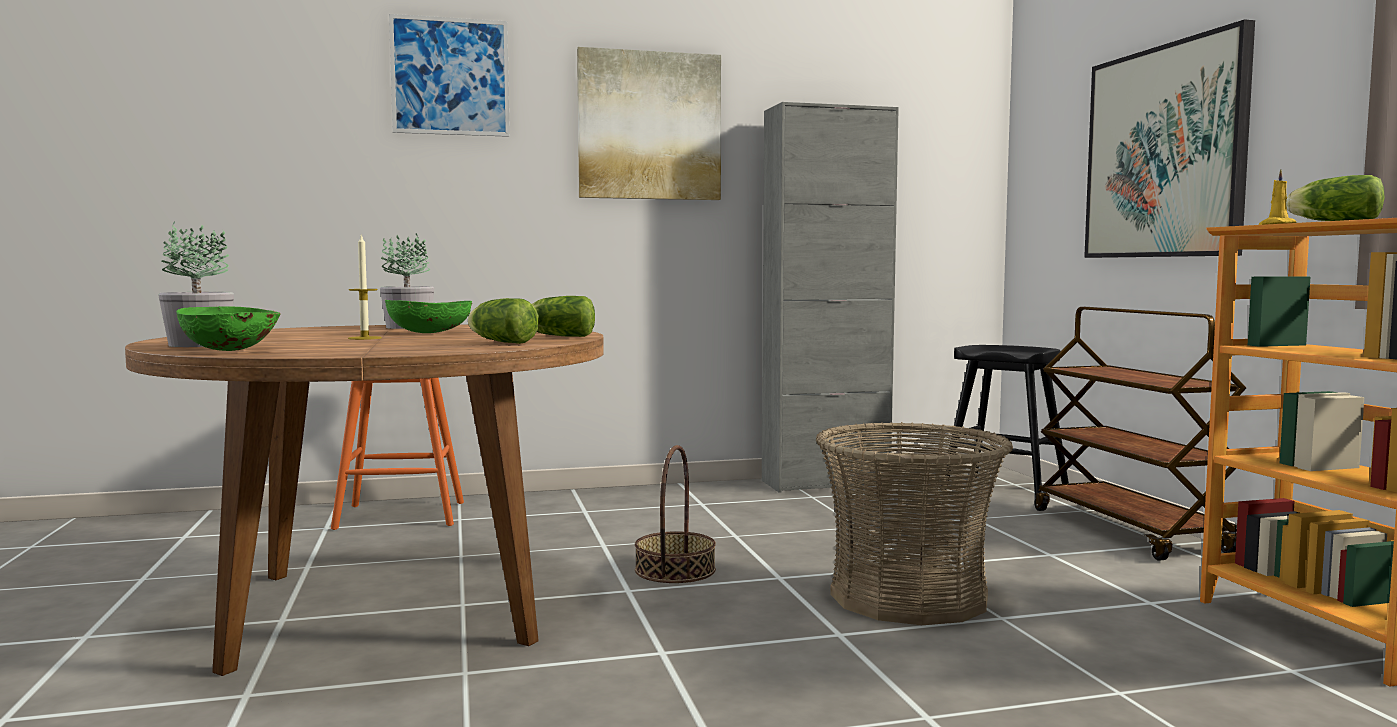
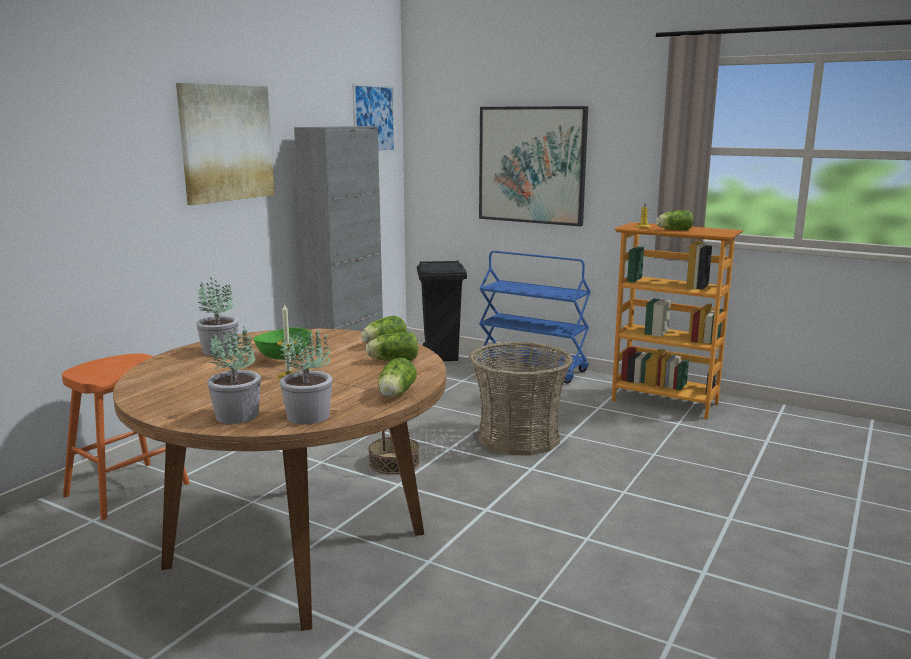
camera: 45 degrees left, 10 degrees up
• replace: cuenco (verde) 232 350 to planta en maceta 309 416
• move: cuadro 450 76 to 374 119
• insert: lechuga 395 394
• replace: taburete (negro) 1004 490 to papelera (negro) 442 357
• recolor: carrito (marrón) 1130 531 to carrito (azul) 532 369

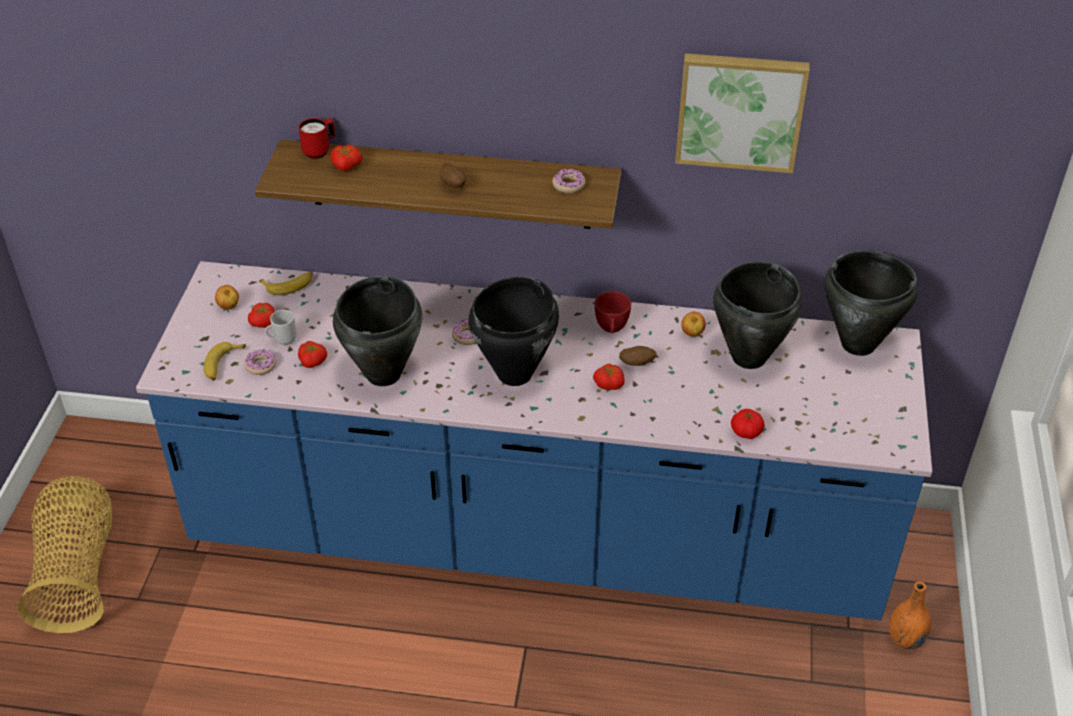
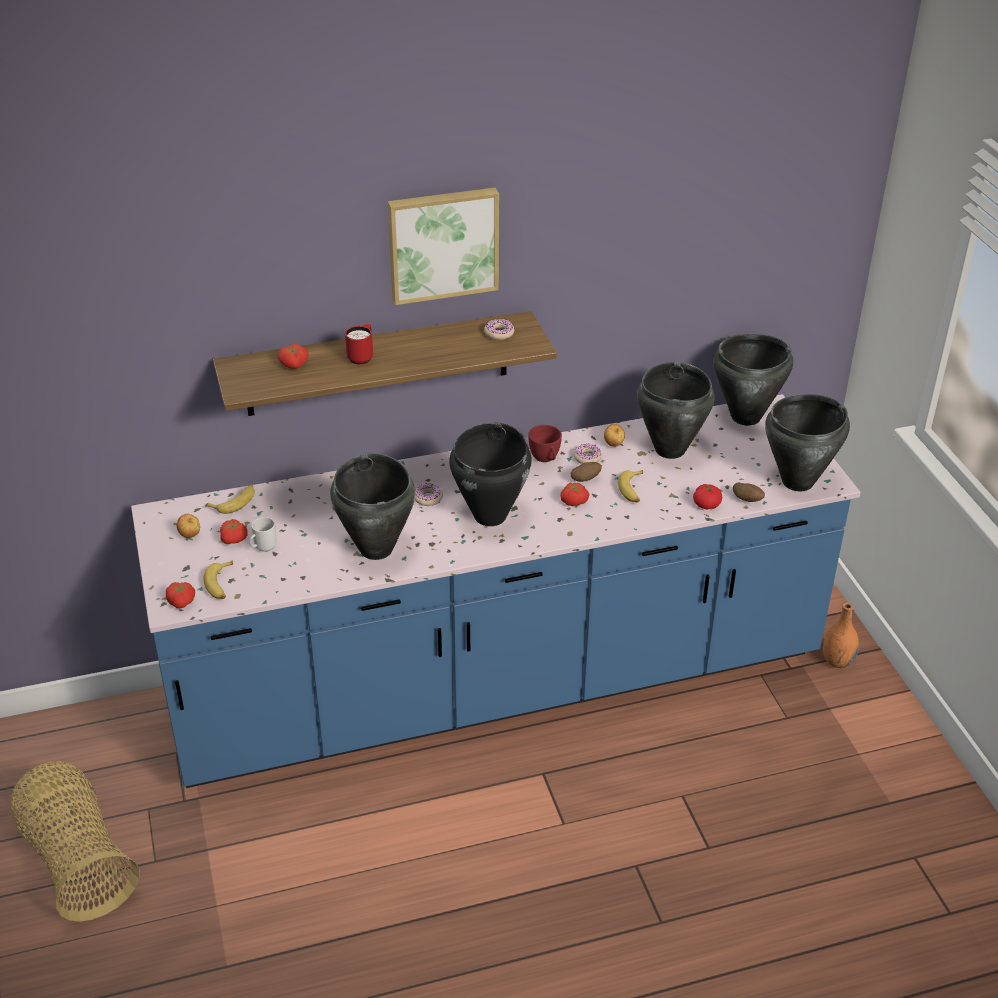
camera: 25 degrees left, 5 degrees down
• move: tomate 313 361 to 182 601
• move: taza grande (rojo) 320 150 to 362 356
• move: cuadro 740 110 to 443 243
• move: rosquilla 261 365 to 587 457
• insert: plátano 633 490
• move: patata 453 185 to 747 500
• insert: olla (negro) 798 482

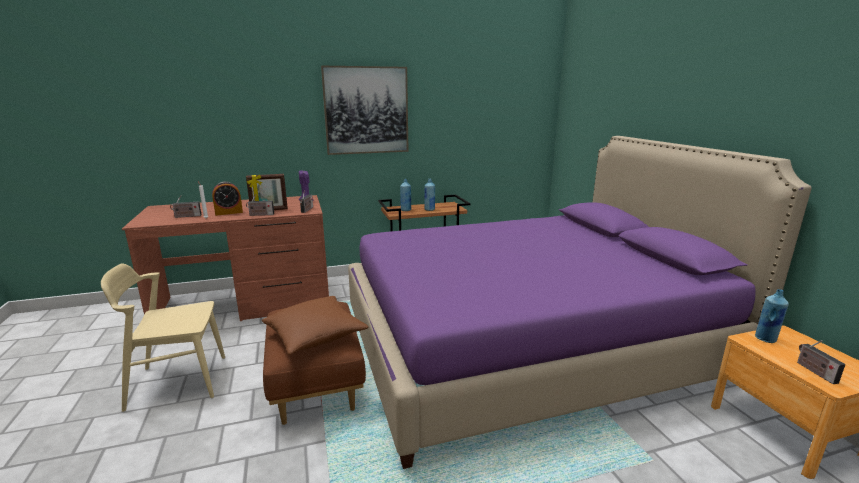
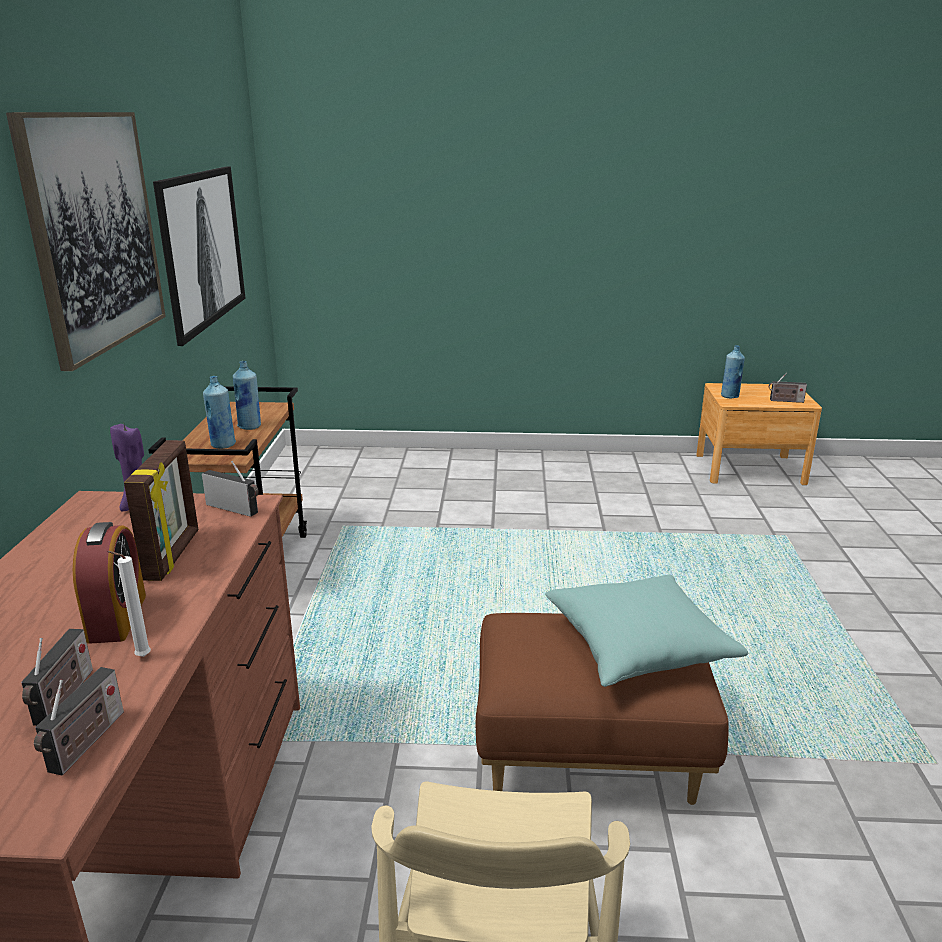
camera: 70 degrees left, 5 degrees up
• move: radio 260 215 to 85 744
• insert: cuadro 201 248
• recolor: cojín (marrón) 315 336 to cojín (turquesa) 638 646
• delete: cama (morado) 527 346

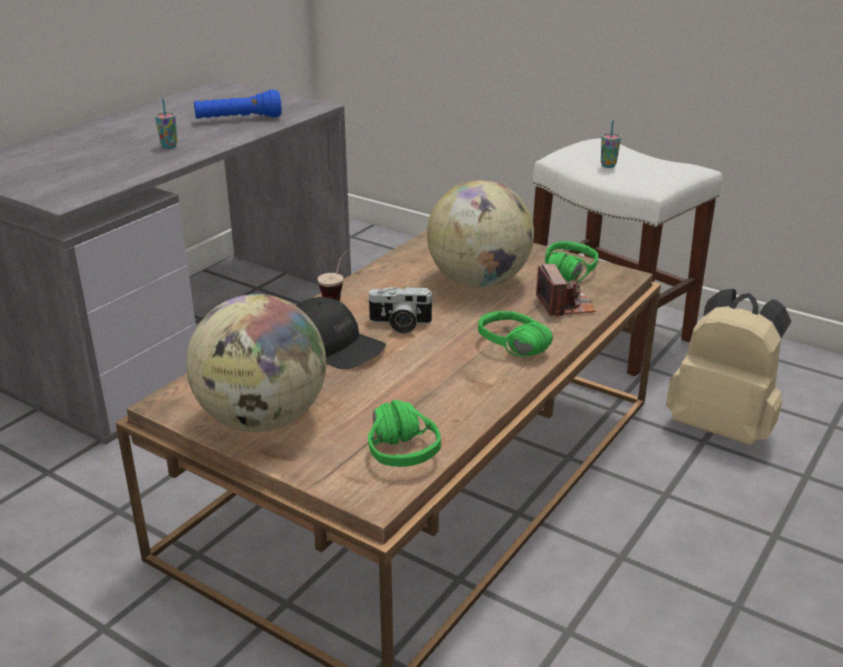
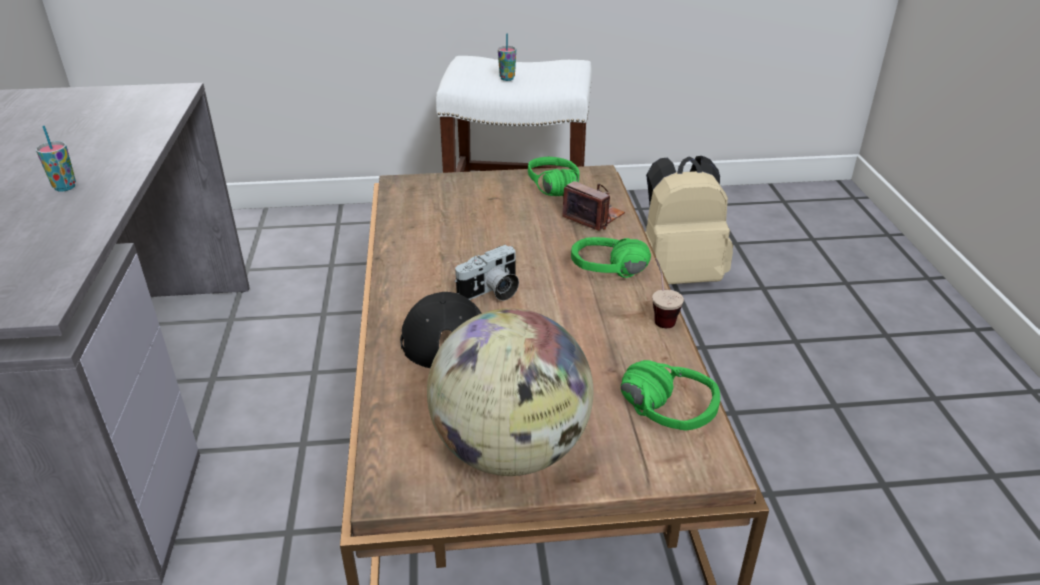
camera: 40 degrees left, 5 degrees up
• move: taza 337 296 to 660 315
• delete: linterna (azul) 238 119
• delete: globo terráqueo 479 282

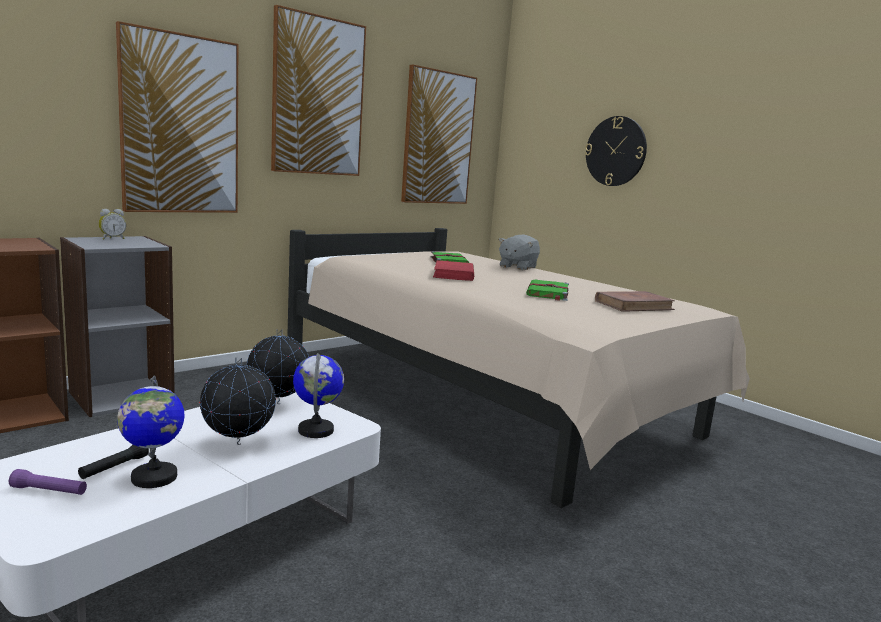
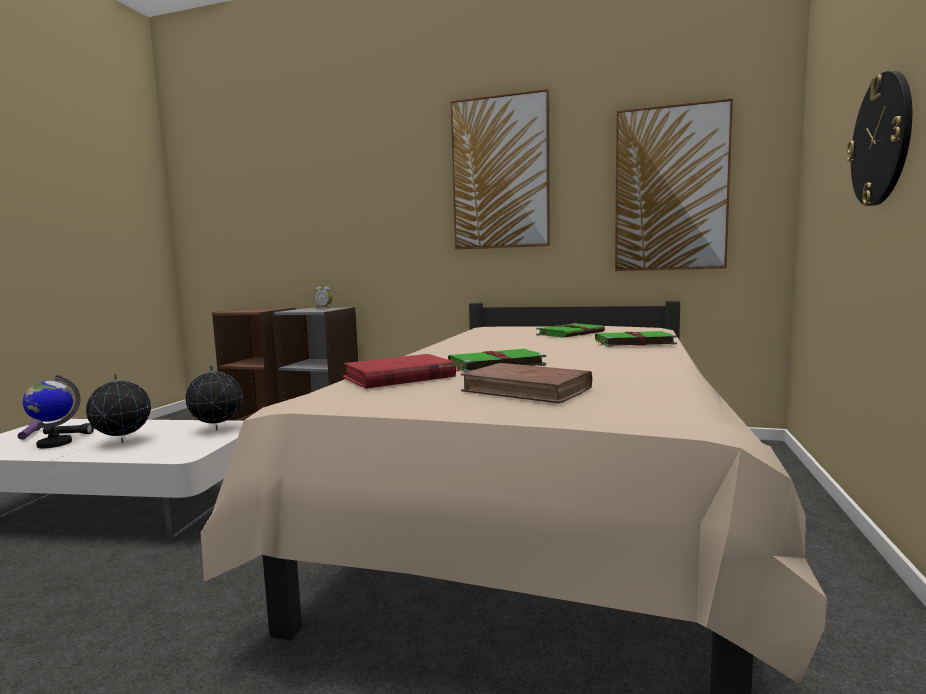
camera: 60 degrees right, 5 degrees down
• move: libro (rojo) 453 274 to 398 377
• replace: peluche (gris) 517 267 to libro (verde) 633 342
• delete: cuadro 180 125
• delete: globo terráqueo 316 430

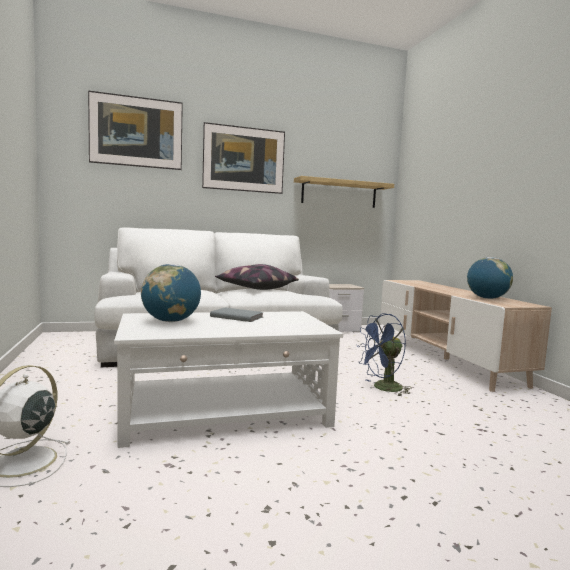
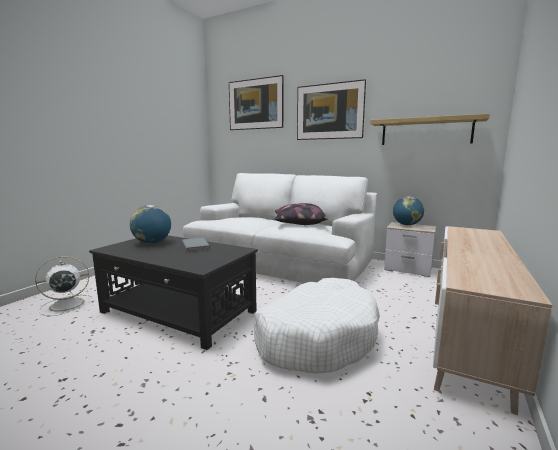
camera: 45 degrees right, 5 degrees up
• recolor: mesa de centro (blanco) 225 412 to mesa de centro (negro) 178 312
• replace: ventilador (azul) 383 388 to cama para perro (blanco) 316 336
• move: globo terráqueo 487 298 to 407 225

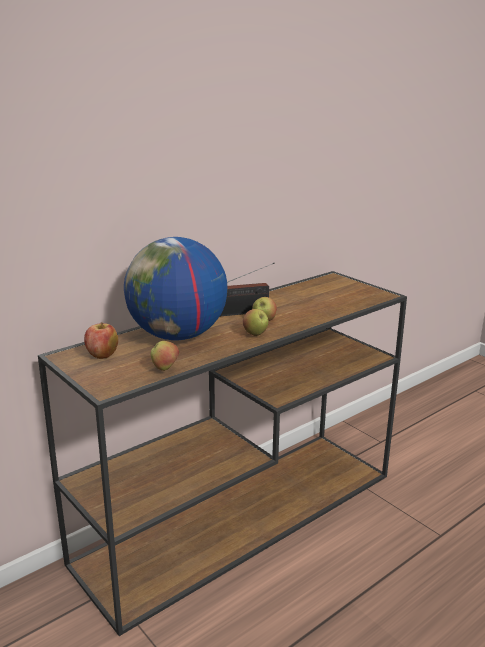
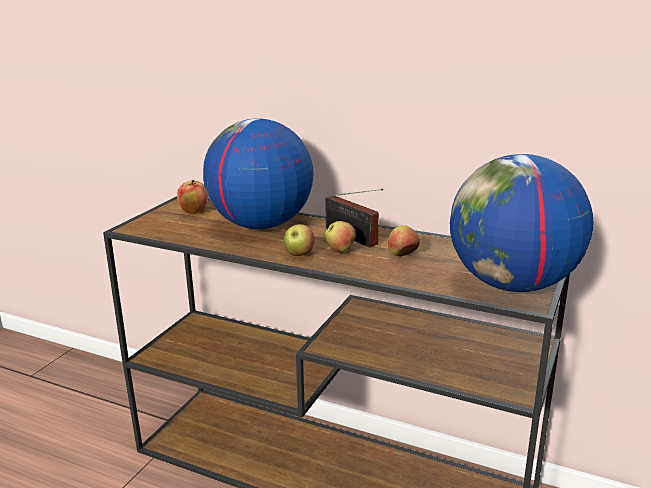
camera: 65 degrees right, 0 degrees up
• move: manzana 165 369 to 402 256
• insert: globo terráqueo 512 285

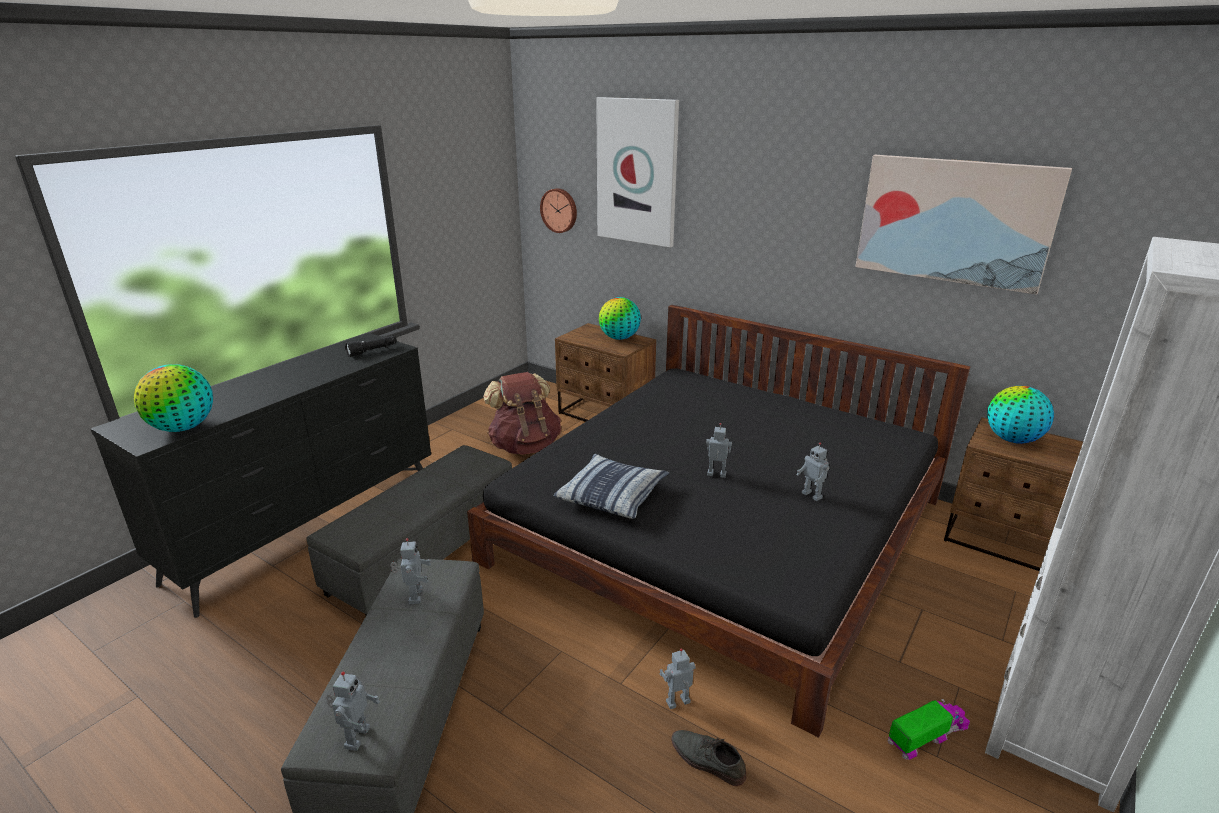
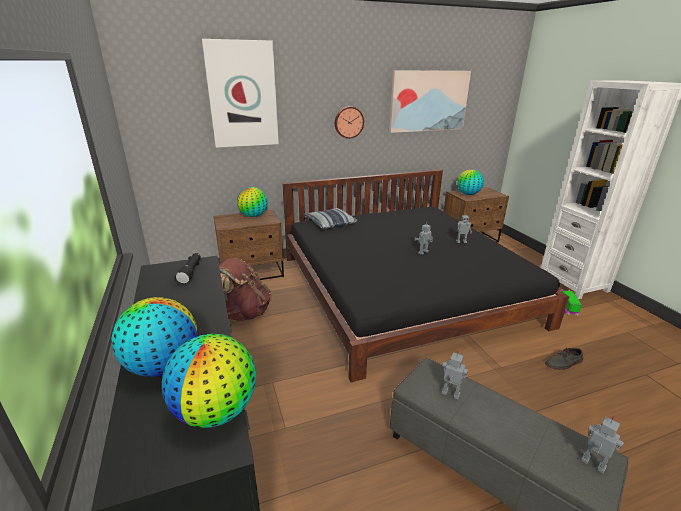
camera: 55 degrees left, 0 degrees up
• insert: globo terráqueo 163 366
• move: cojín 612 495 to 330 223
• move: reloj de pared 559 210 to 348 122
• delete: puf (gris) 424 552
• delete: robot de juguete 678 703

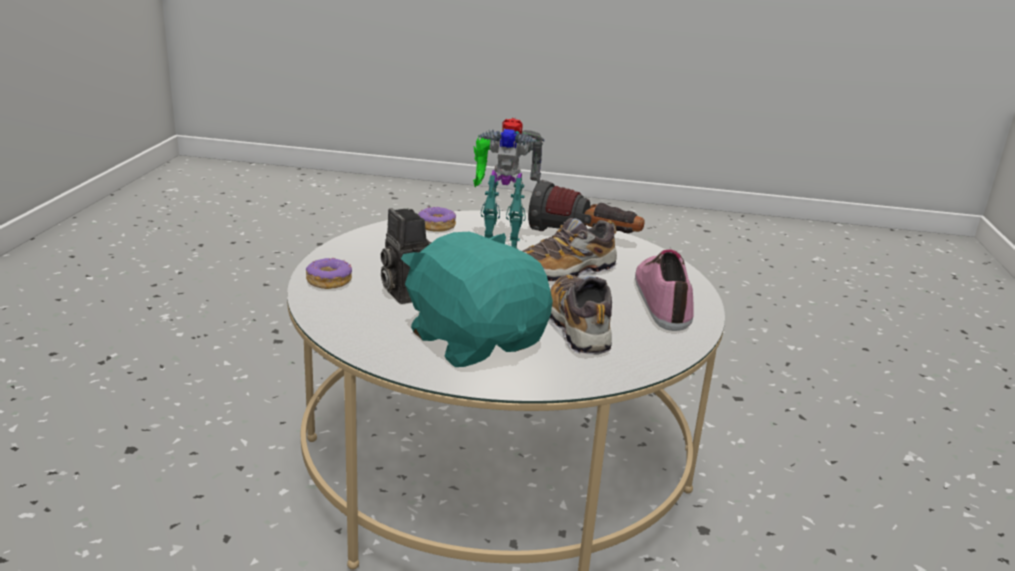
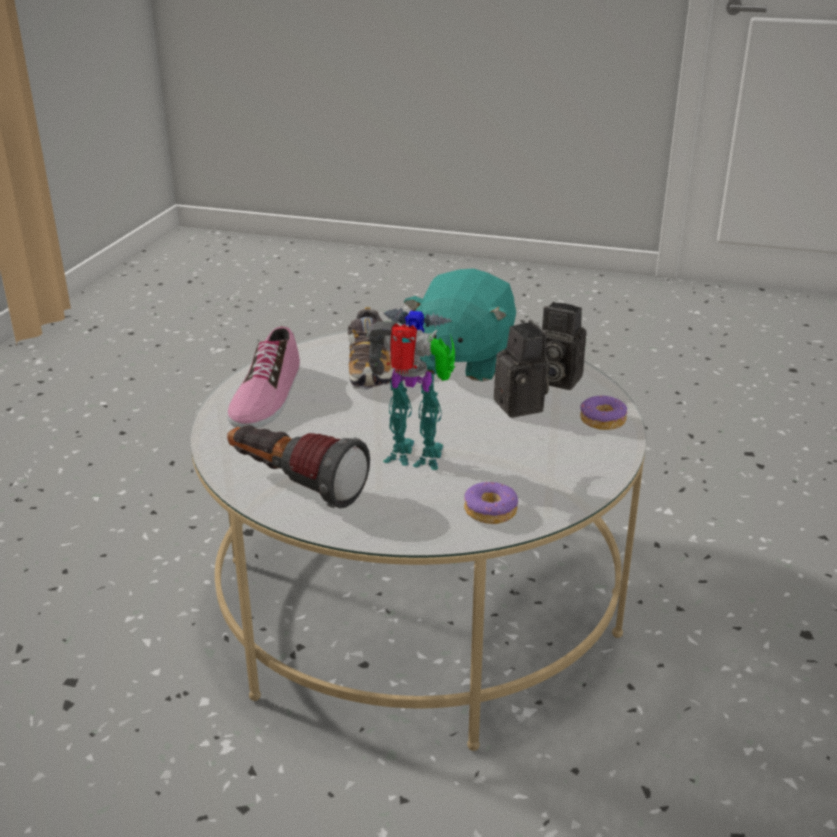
camera: 170 degrees left, 5 degrees up
• rotate: peluche (turquesa) 475 341 = 461 361 45 degrees clockwise
• insert: cámara 556 380
• delete: zapato 566 272

